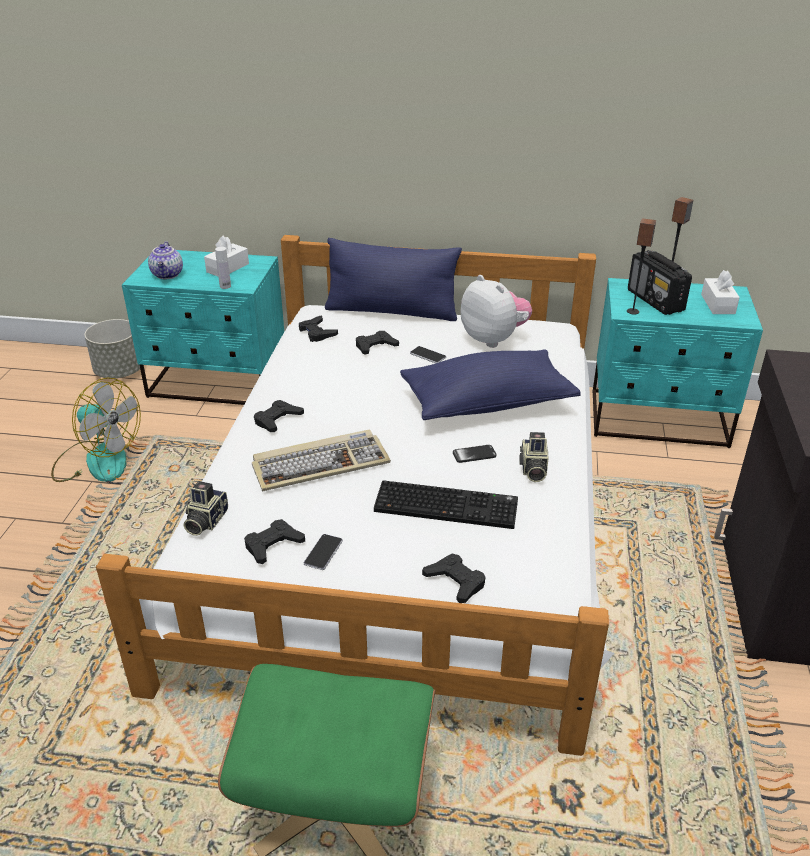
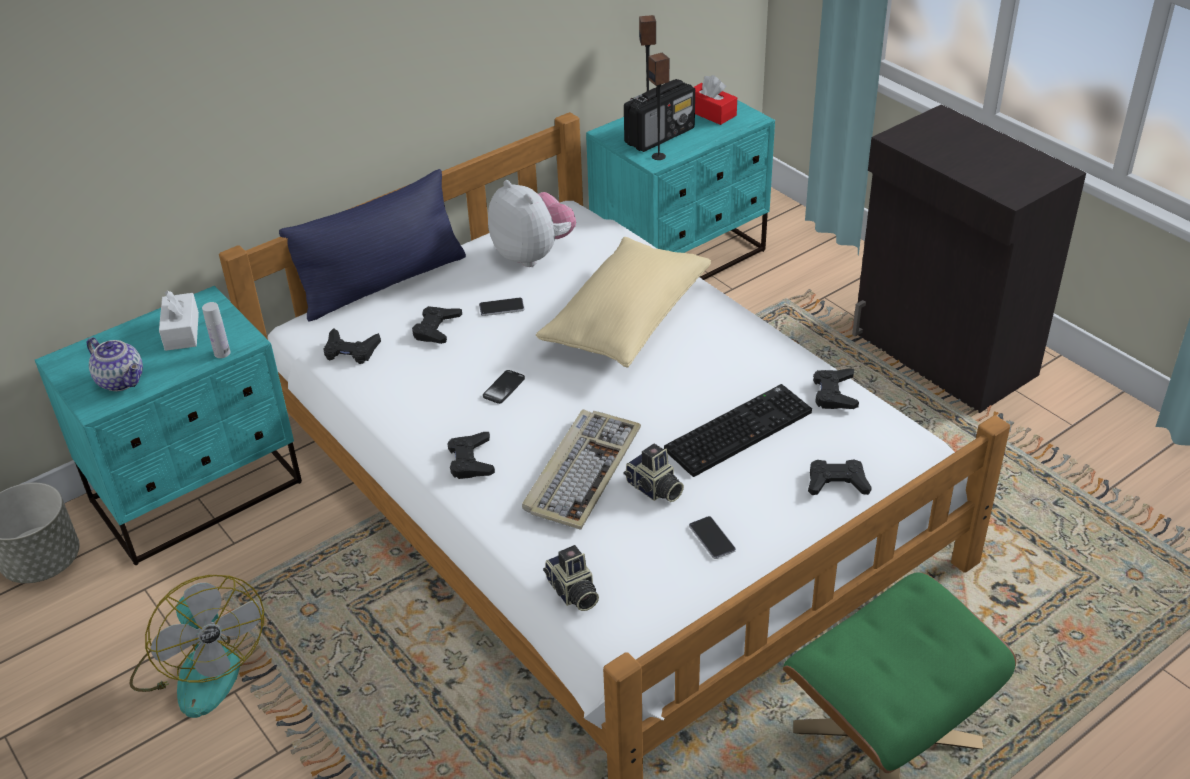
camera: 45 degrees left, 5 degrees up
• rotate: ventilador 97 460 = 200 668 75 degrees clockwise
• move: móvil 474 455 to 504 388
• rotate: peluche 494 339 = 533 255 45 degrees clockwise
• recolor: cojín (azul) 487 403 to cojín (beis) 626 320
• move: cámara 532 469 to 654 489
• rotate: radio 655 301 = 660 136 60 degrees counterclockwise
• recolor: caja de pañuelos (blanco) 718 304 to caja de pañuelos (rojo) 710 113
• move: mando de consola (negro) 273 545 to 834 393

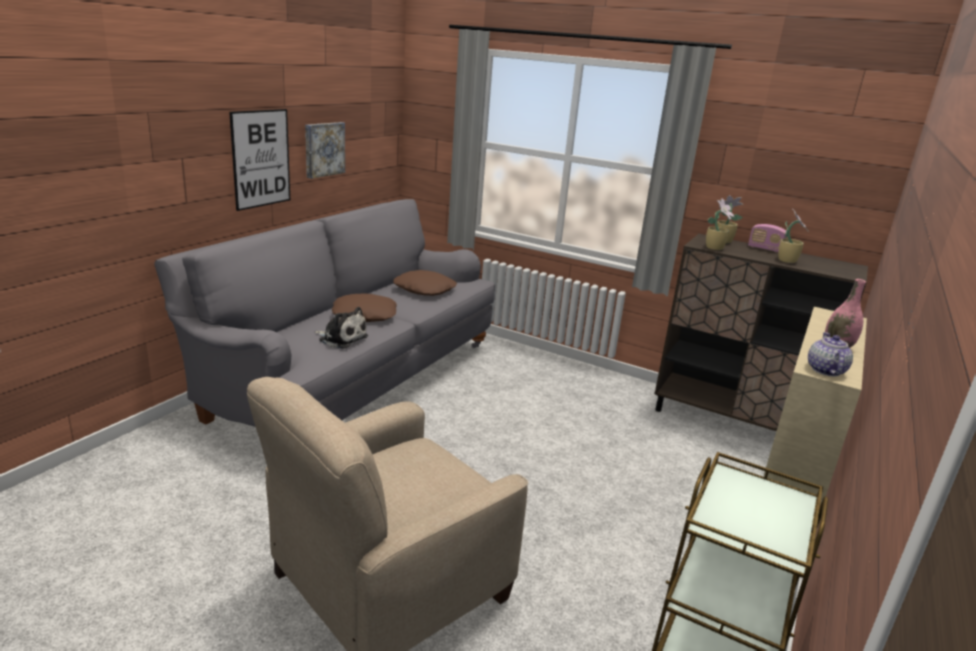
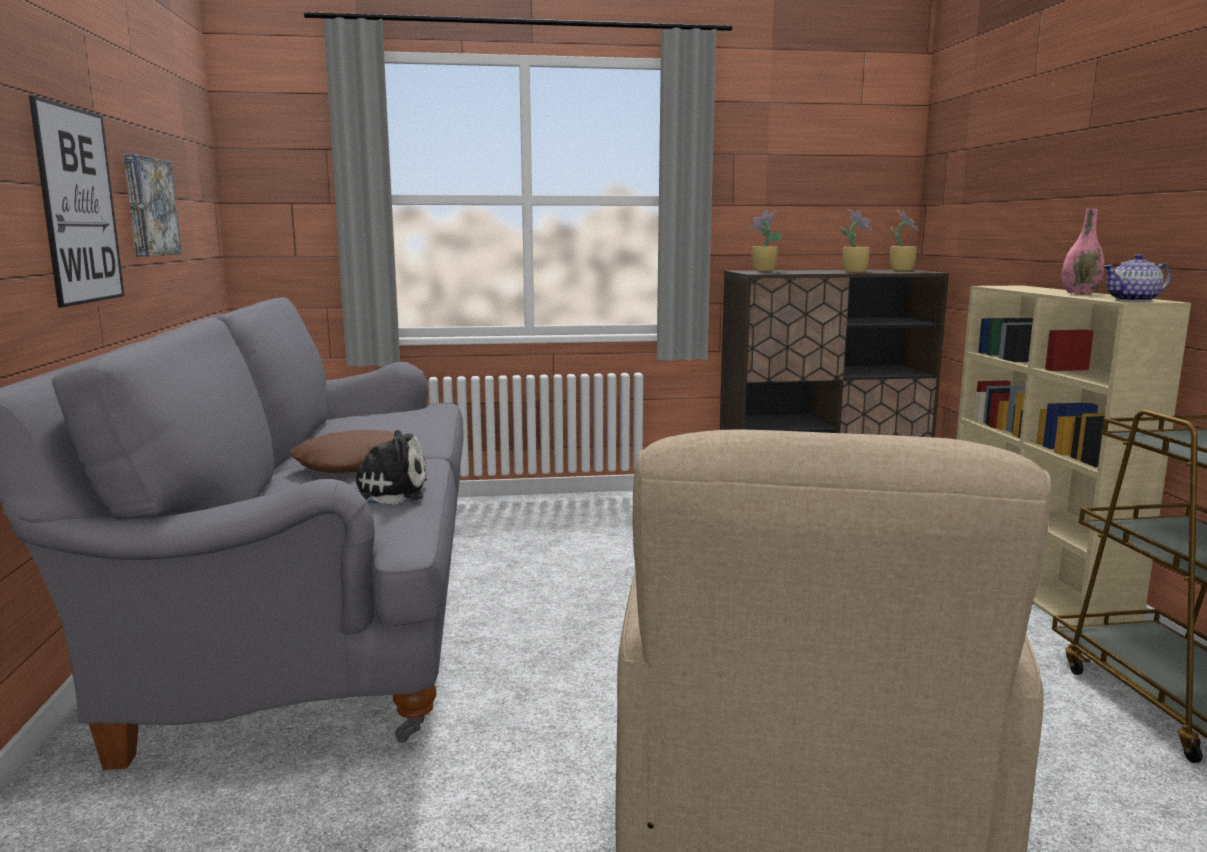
camera: 35 degrees left, 10 degrees down
• move: planta en maceta 715 248 to 901 270
• rotate: tetera 825 370 = 1134 300 75 degrees counterclockwise
• delete: cojín (marrón) 425 289
• delete: radio 764 249

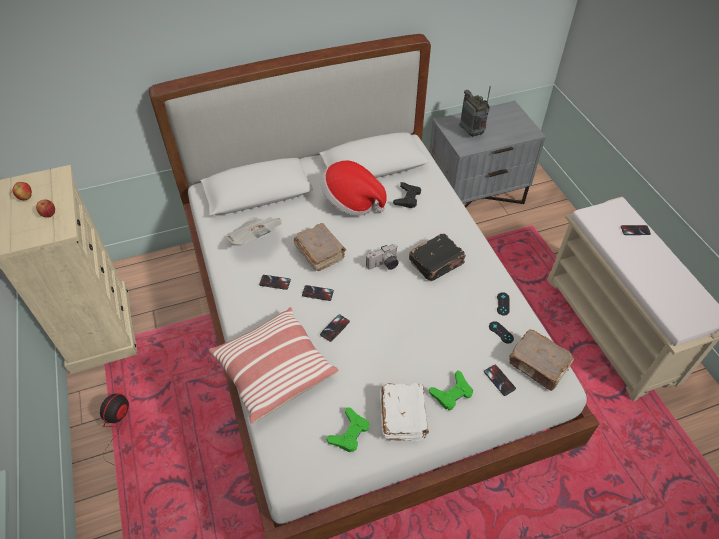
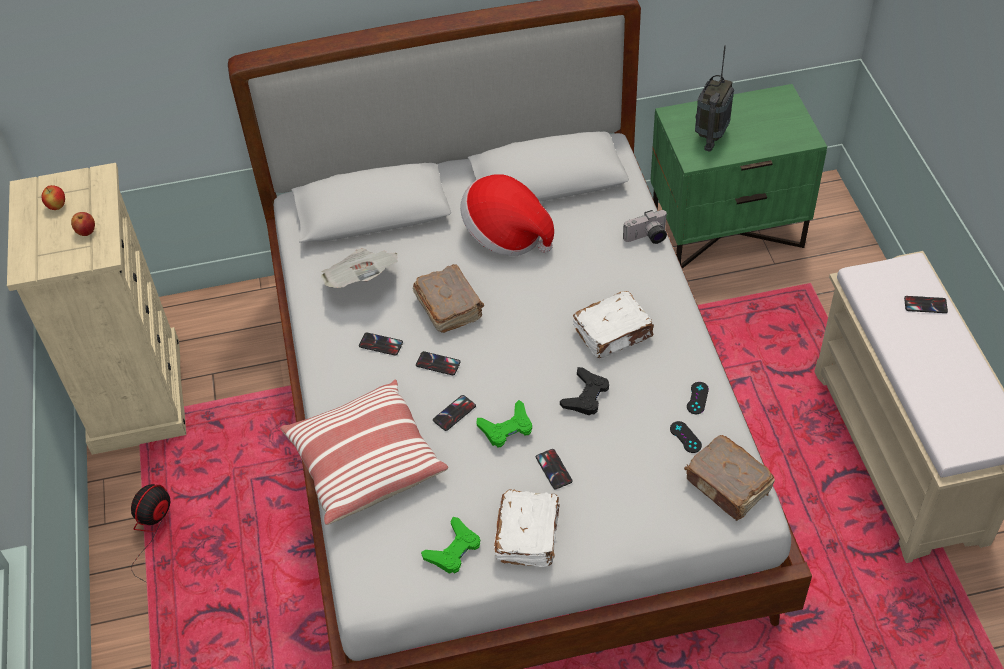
camera: 10 degrees right, 0 degrees up
• move: mando de consola (verde) 452 393 to 506 428
• move: móvil 499 380 to 554 469
• move: mando de consola (negro) 407 198 to 586 395
• recolor: libro (negro) 437 263 to libro (blanco) 614 333
• move: cámara 384 265 to 647 238
• recolor: mesita de noche (gris) 475 195 to mesita de noche (verde) 727 229
• rotate: radio 471 133 = 711 134 135 degrees counterclockwise

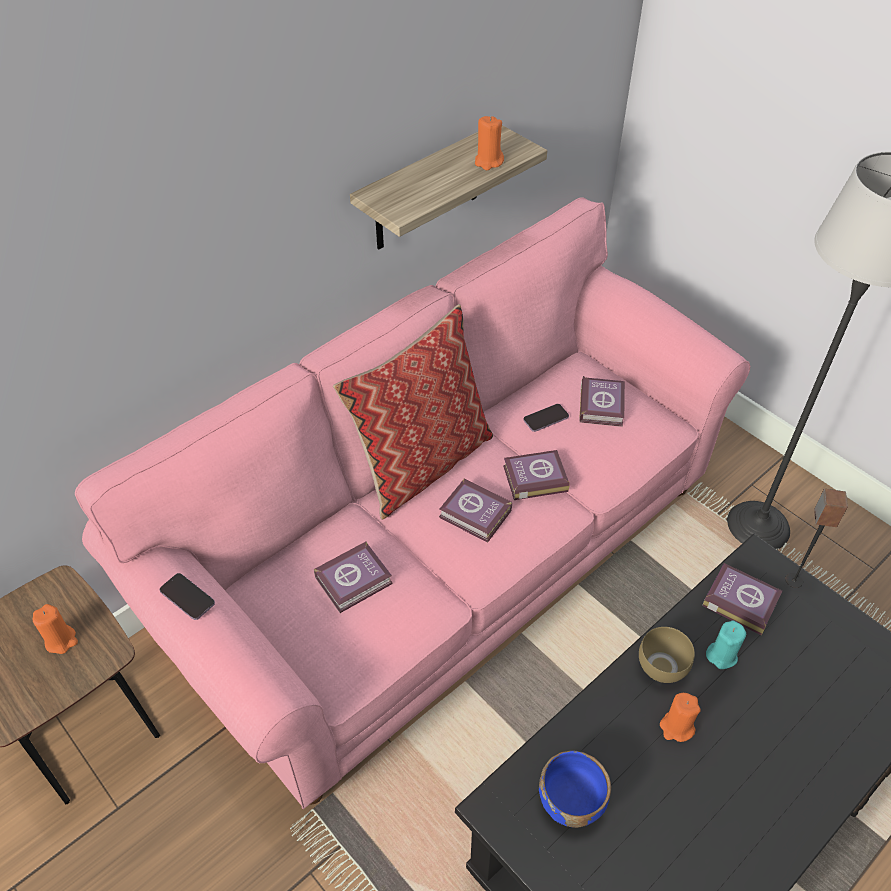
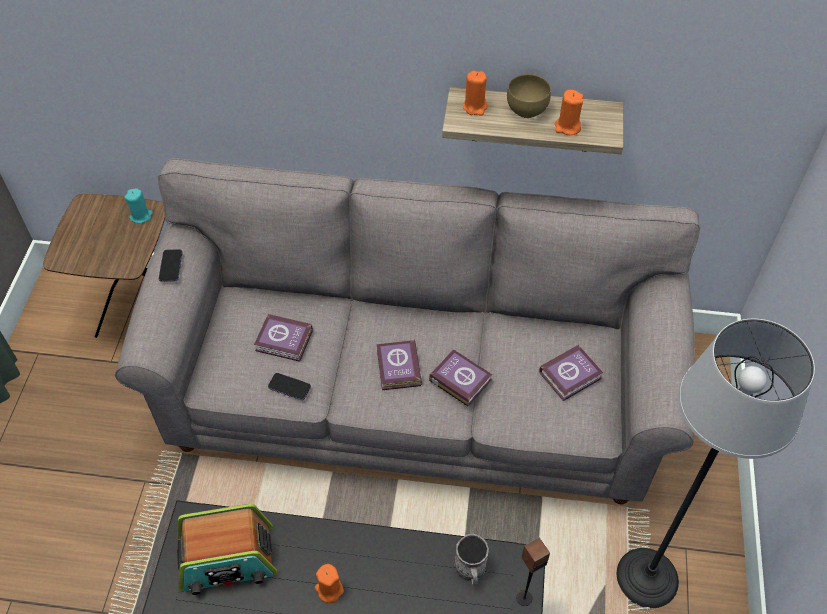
camera: 50 degrees right, 5 degrees up
• recolor: sofá (rosa) 445 559 to sofá (gris) 413 394
• move: vela (turquesa) 722 655 to 141 216
• replace: cuenco (azul) 571 801 to radio 227 559
• move: móvil 546 419 to 289 387
• replace: libro 739 600 to taza grande (gris) 471 570
• move: vela (naranja) 61 640 to 475 107
• move: cuenco (marrón) 660 668 to 525 110
• delete: cojín 422 463

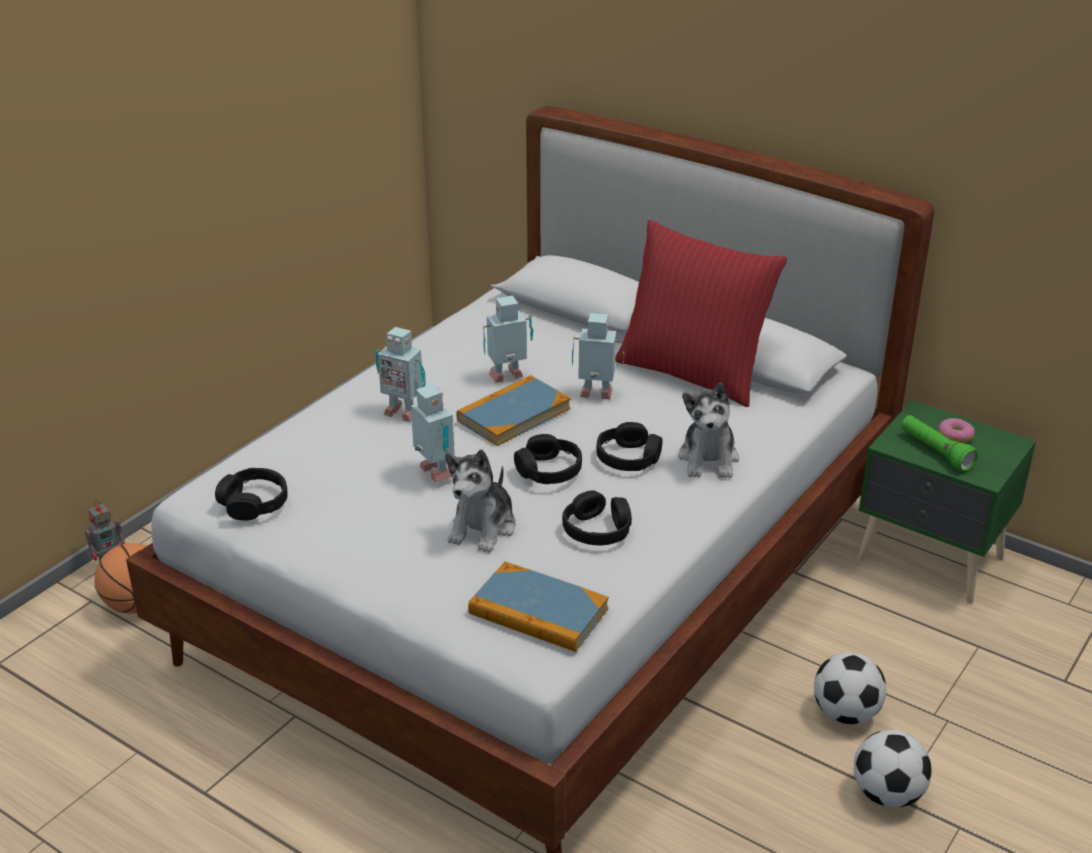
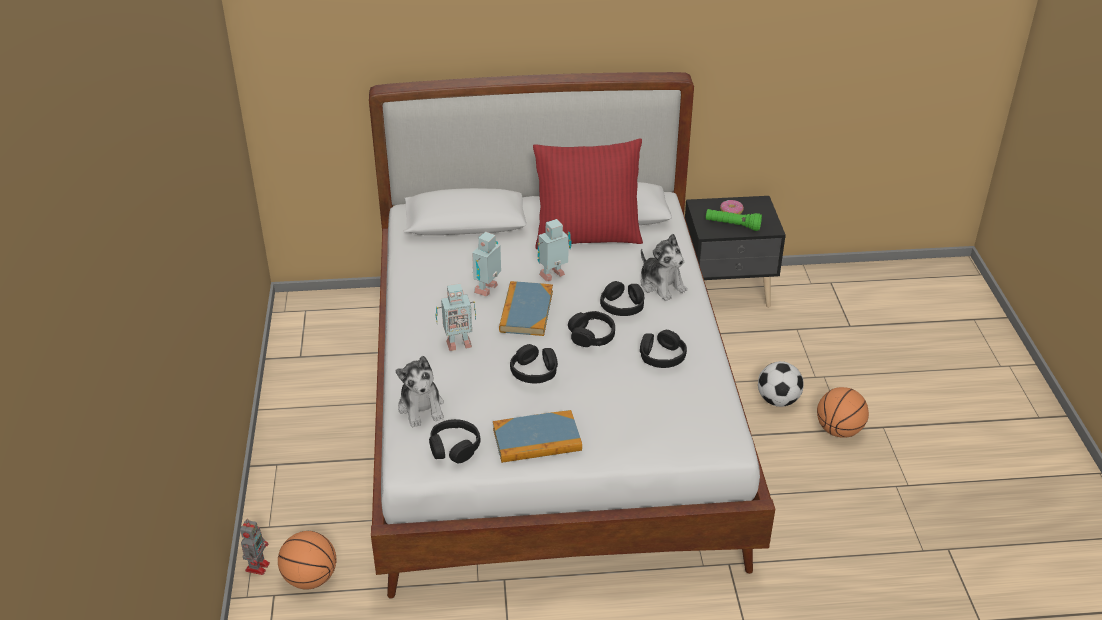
camera: 40 degrees left, 5 degrees up
• move: peluche 483 528 to 421 407
• move: libro 538 611 to 537 440
• replace: robot de juguete 435 474 to auriculares (negro) 534 371
• recolor: mesita de noche (verde) 931 561 to mesita de noche (negro) 727 293
• replace: balón de fútbol 887 795 to balón de baloncesto 839 430

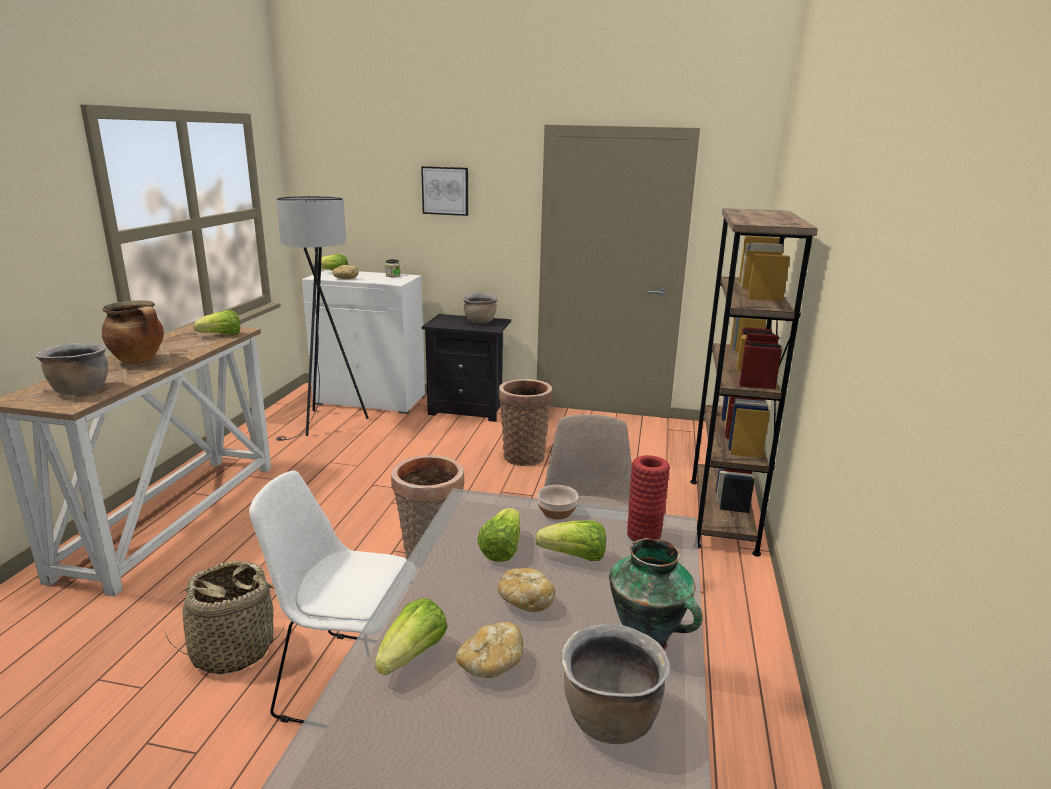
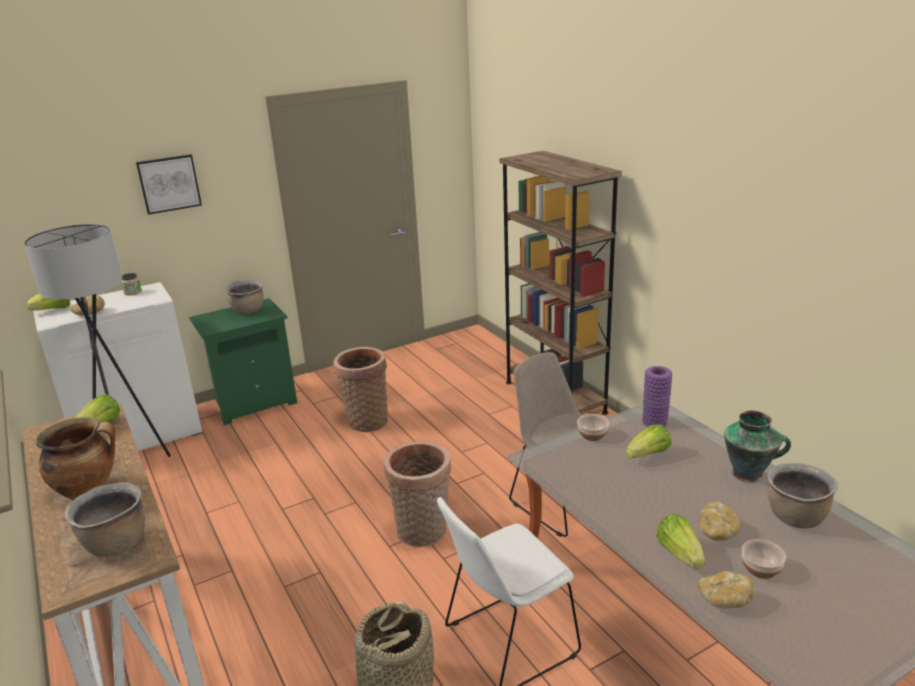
camera: 40 degrees left, 5 degrees up
• recolor: mesita de noche (negro) 468 409 to mesita de noche (verde) 254 403
• recolor: florero (rojo) 644 534 to florero (morado) 654 422
• move: pan 525 601 to 724 600
• insert: cuenco 760 568
• delete: lechuga 502 549

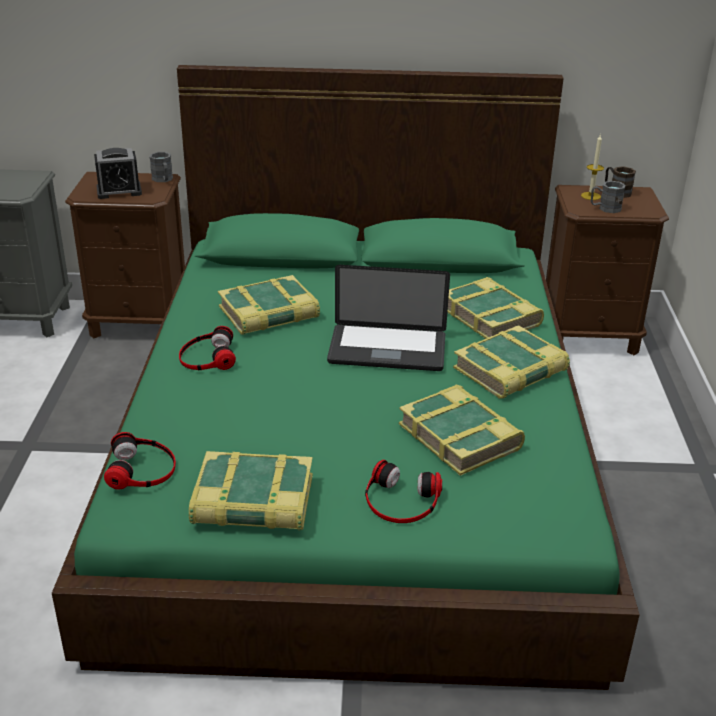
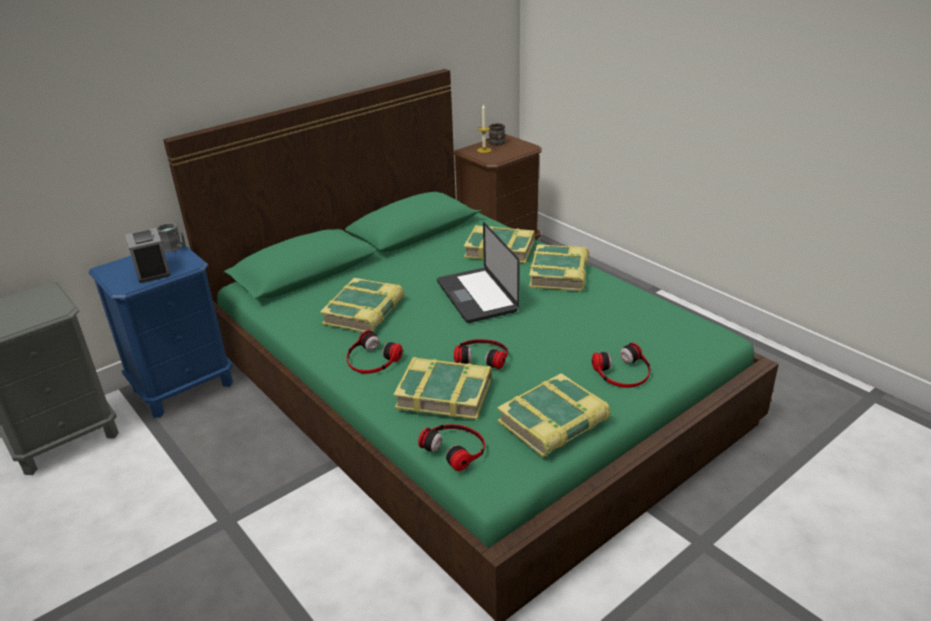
camera: 40 degrees left, 0 degrees up
• recolor: mesita de noche (marrón) 140 322 to mesita de noche (azul) 183 386
• rotate: despertador 119 191 = 152 270 60 degrees counterclockwise
• move: libro 460 436 to 444 393
• rotate: portátil 387 350 = 476 296 105 degrees clockwise
• insert: auriculares 482 356
• delete: taza grande (gris) 605 208

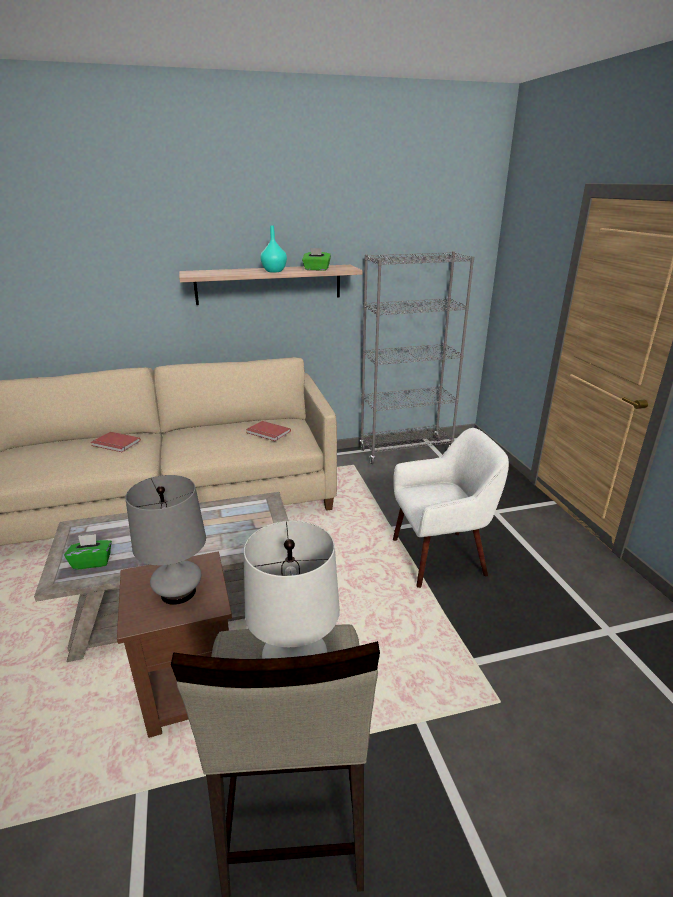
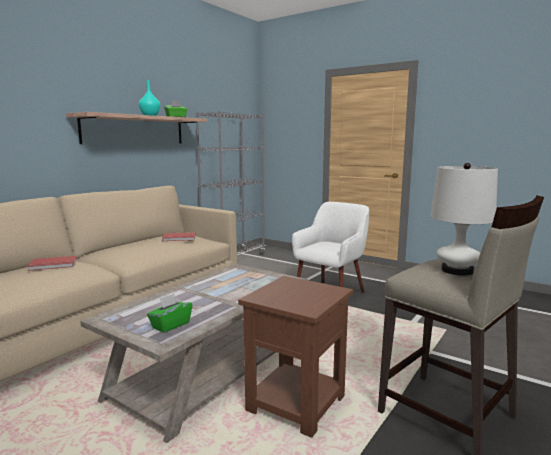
camera: 40 degrees left, 15 degrees down
• delete: lámpara de mesa (gris) 178 592

